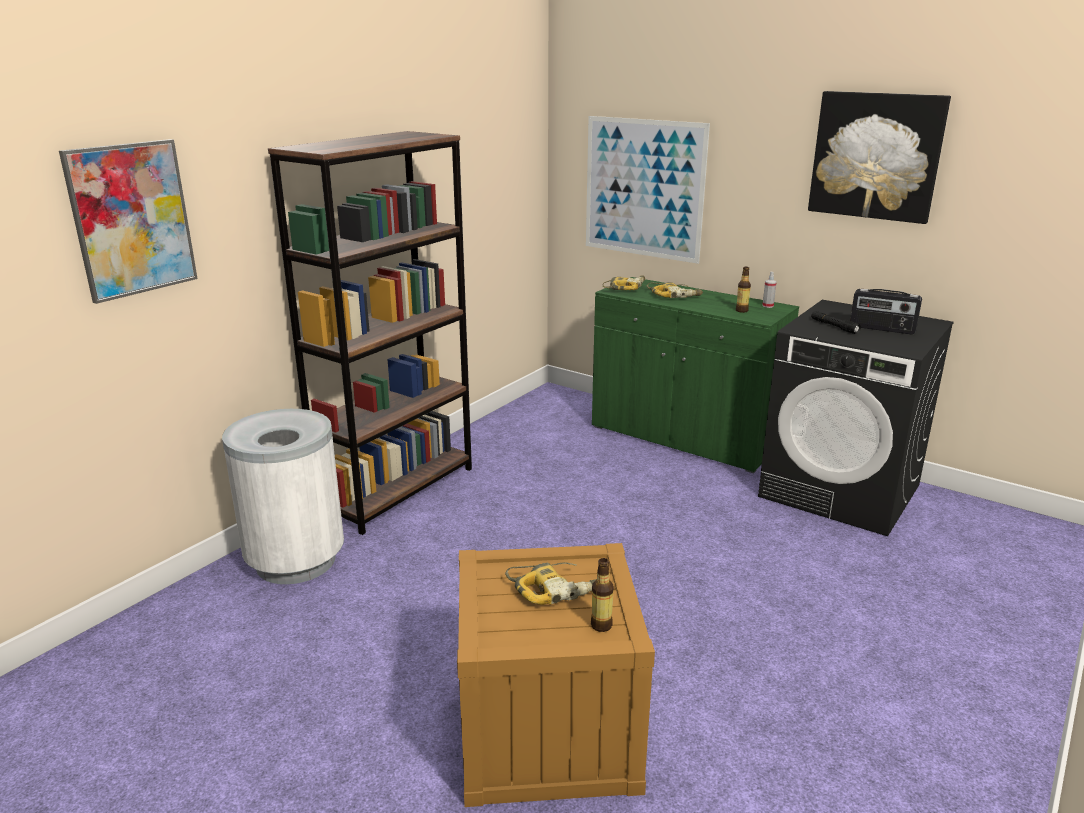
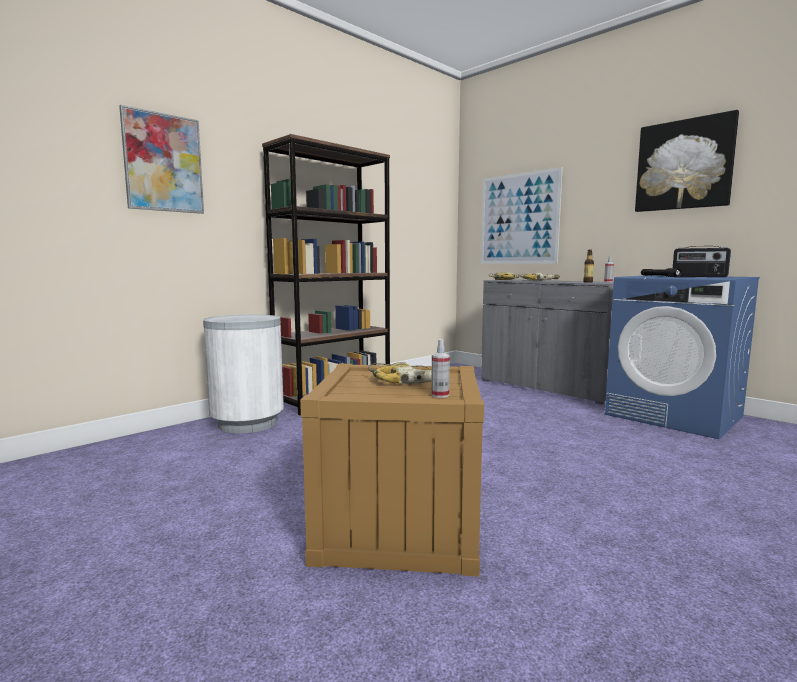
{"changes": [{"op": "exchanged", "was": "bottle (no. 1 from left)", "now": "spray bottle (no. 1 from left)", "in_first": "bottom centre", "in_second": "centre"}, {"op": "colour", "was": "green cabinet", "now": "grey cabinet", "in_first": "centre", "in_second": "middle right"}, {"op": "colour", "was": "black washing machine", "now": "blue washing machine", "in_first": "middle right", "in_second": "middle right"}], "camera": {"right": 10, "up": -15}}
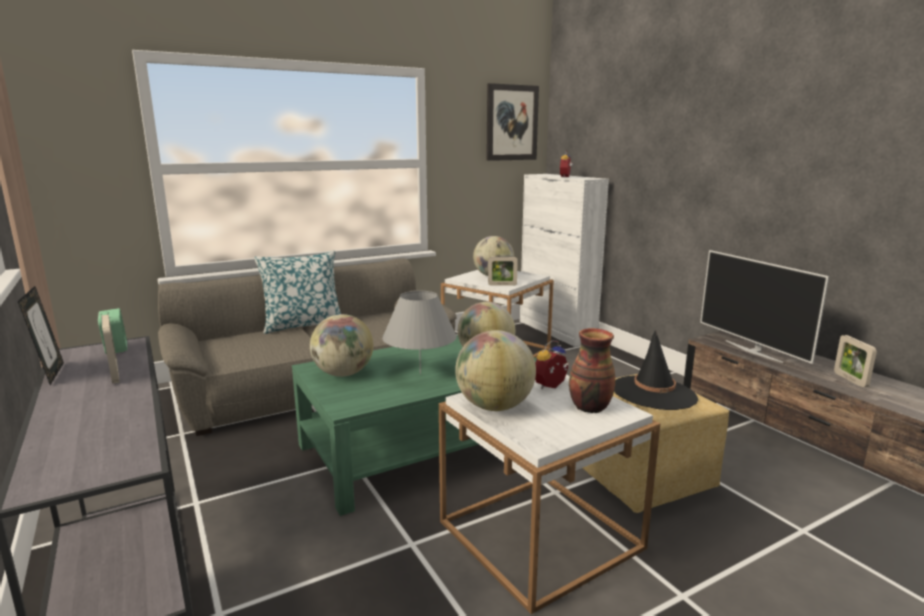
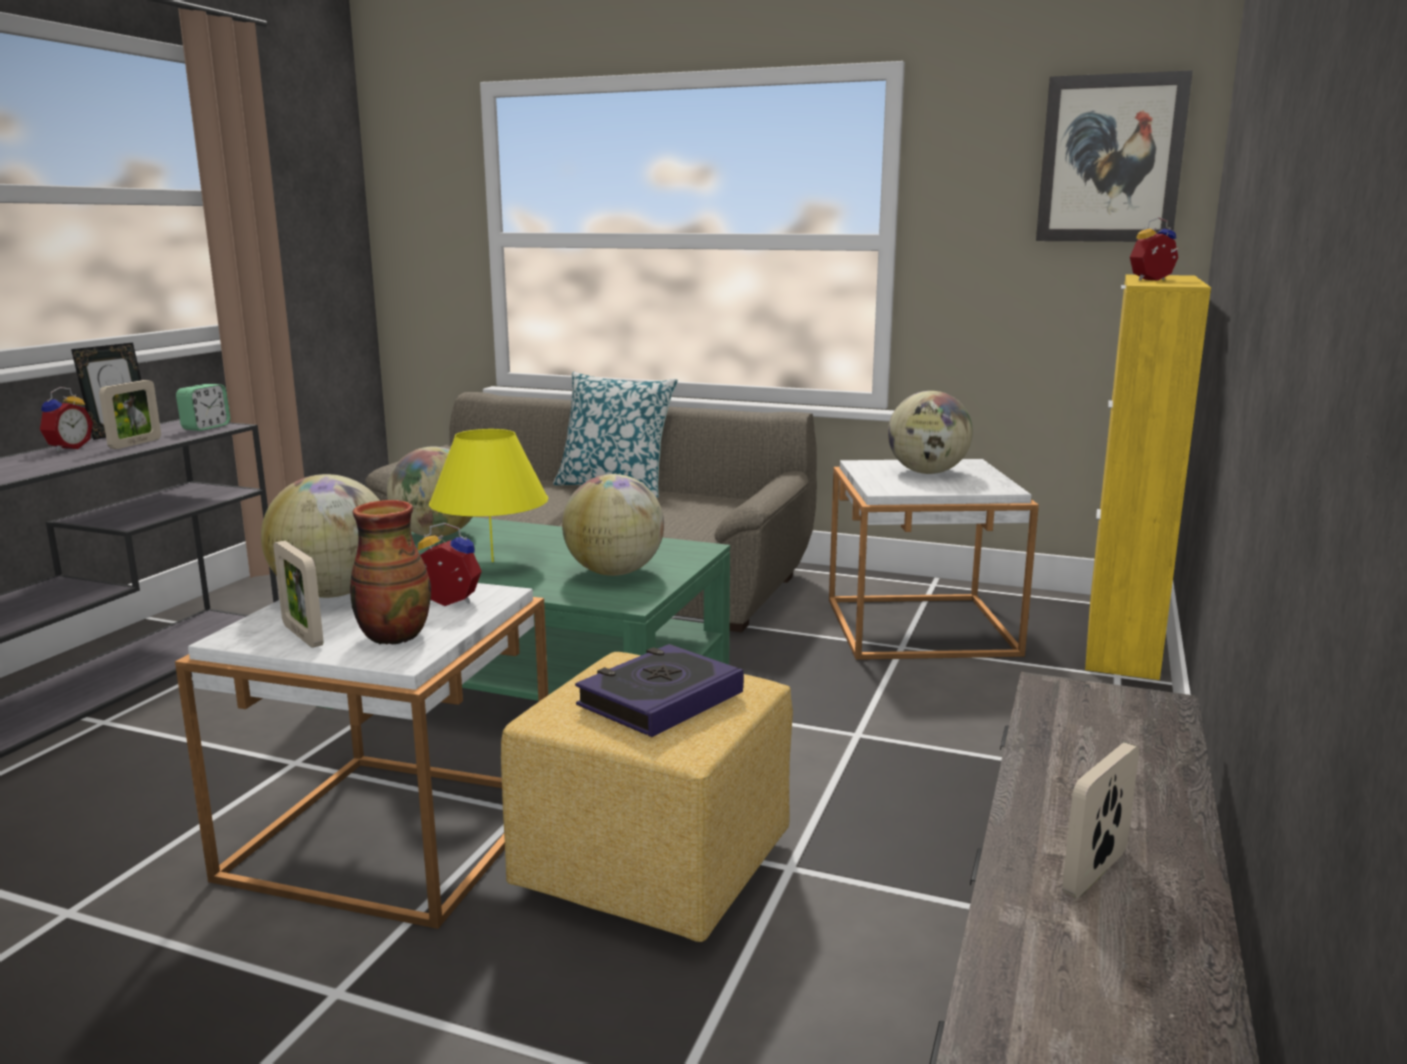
{"changes": [{"op": "colour", "was": "grey table lamp", "now": "yellow table lamp", "in_first": "centre", "in_second": "centre"}, {"op": "relocated", "was": "picture frame (no. 3 from left)", "in_first": "centre", "in_second": "middle left"}, {"op": "colour", "was": "white cabinet", "now": "yellow cabinet", "in_first": "centre", "in_second": "middle right"}, {"op": "exchanged", "was": "black hat", "now": "book", "in_first": "middle right", "in_second": "centre"}, {"op": "missing", "was": "television", "in_first": "middle right"}, {"op": "appeared", "now": "alarm clock (no. 1 from left)", "in_second": "middle left"}], "camera": {"right": 50, "up": 0}}
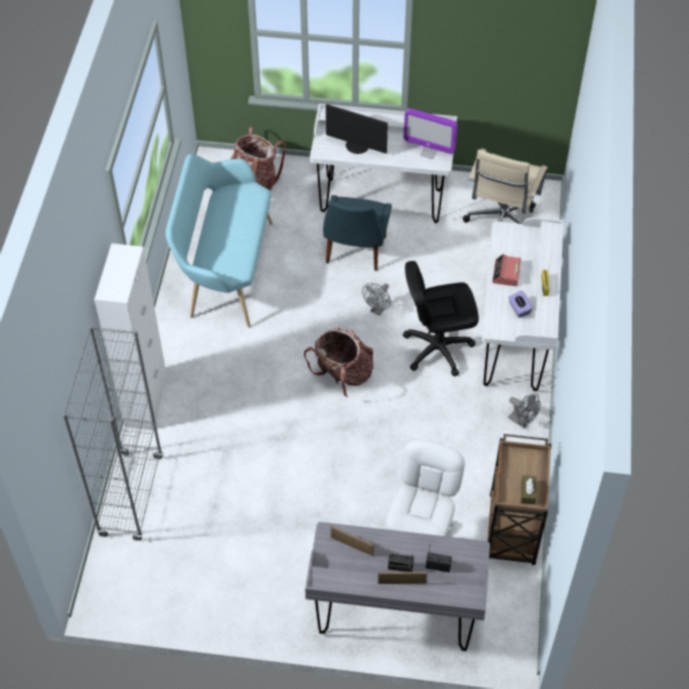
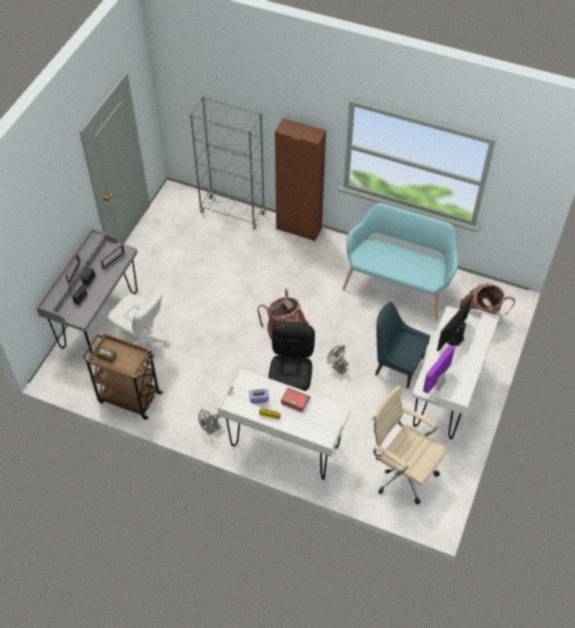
{"changes": [{"op": "colour", "was": "white cabinet", "now": "brown cabinet", "in_first": "middle left", "in_second": "top centre"}], "camera": {"right": 105, "up": 0}}
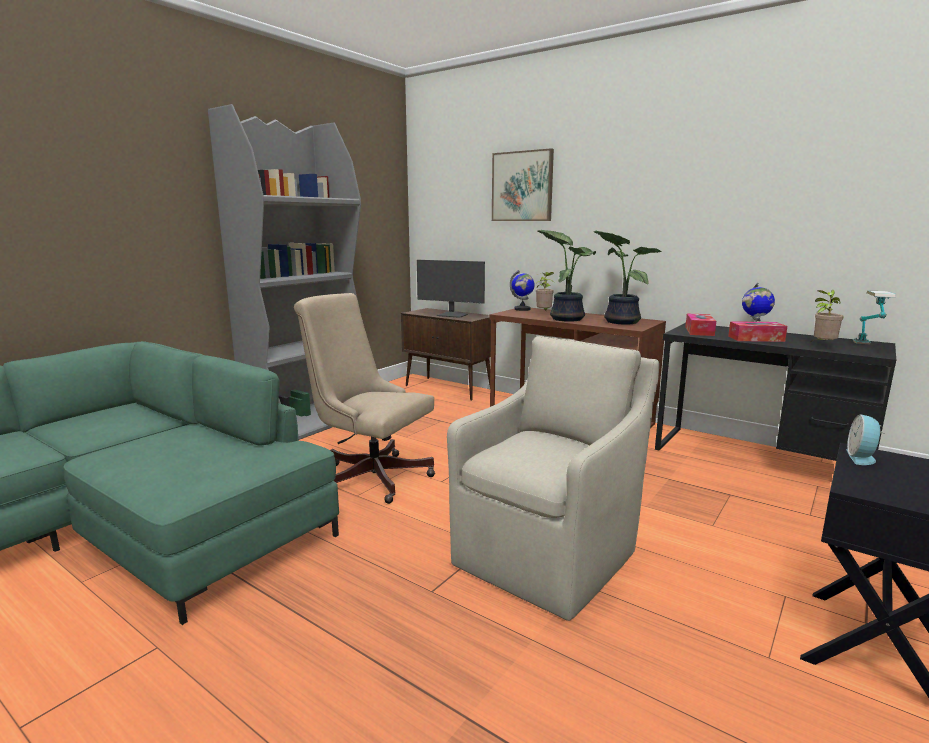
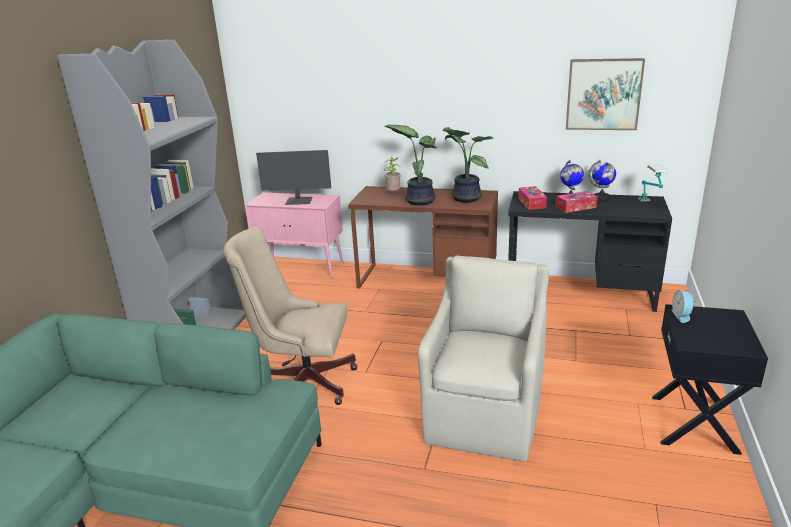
{"changes": [{"op": "colour", "was": "brown cabinet", "now": "pink cabinet", "in_first": "centre", "in_second": "centre"}, {"op": "relocated", "was": "picture", "in_first": "top centre", "in_second": "top right"}, {"op": "relocated", "was": "globe (no. 1 from left in the first image)", "now": "globe (no. 2 from left)", "in_first": "centre", "in_second": "middle right"}, {"op": "missing", "was": "potted plant (no. 4 from left)", "in_first": "middle right"}], "camera": {"right": -20, "up": 10}}
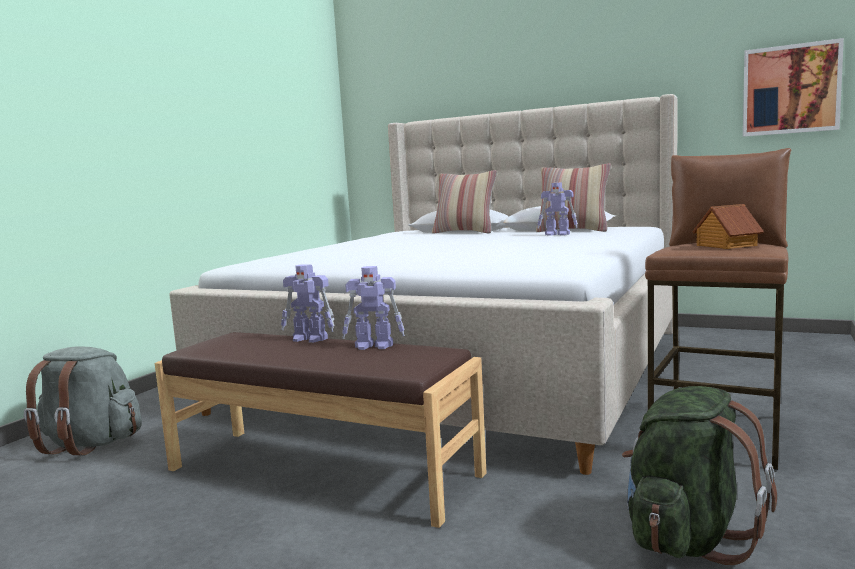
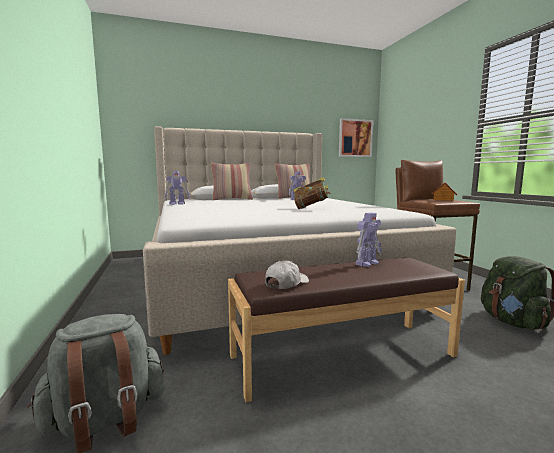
{"changes": [{"op": "relocated", "was": "toy robot (no. 1 from left)", "in_first": "centre", "in_second": "middle left"}, {"op": "appeared", "now": "white cap", "in_second": "centre"}, {"op": "appeared", "now": "book", "in_second": "centre"}], "camera": {"right": -45, "up": 0}}
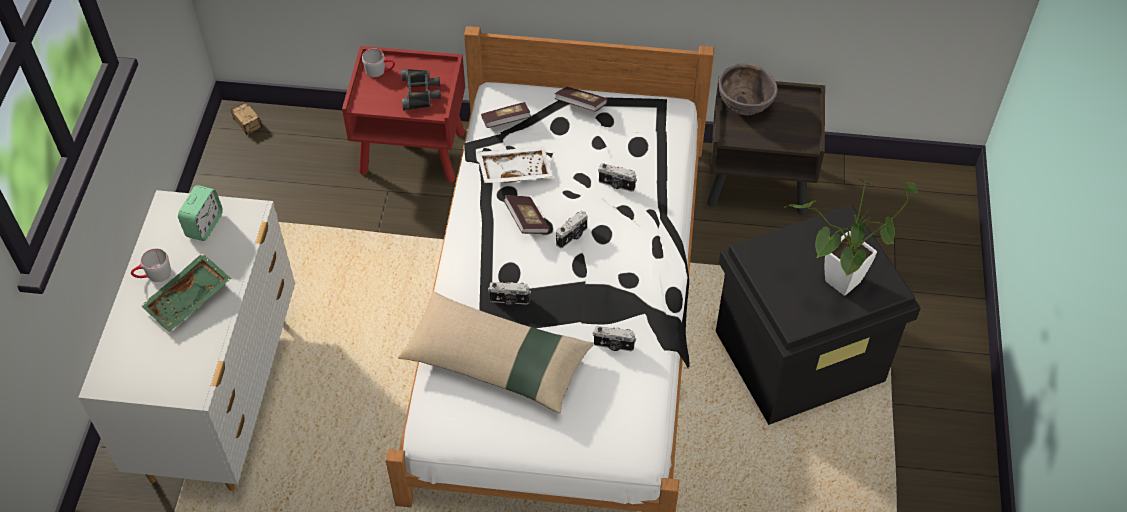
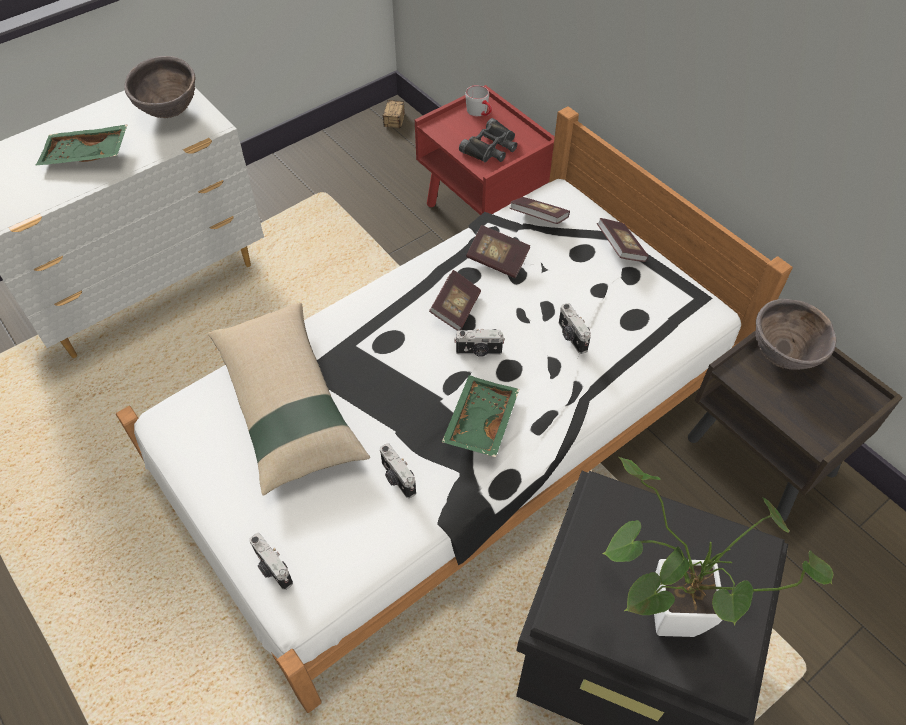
{"changes": [{"op": "missing", "was": "grey mug (no. 1 from left)", "in_first": "middle left"}, {"op": "exchanged", "was": "alarm clock", "now": "brown bowl (no. 1 from left)", "in_first": "middle left", "in_second": "top left"}, {"op": "exchanged", "was": "white tray", "now": "book (no. 2 from left)", "in_first": "top centre", "in_second": "centre"}, {"op": "relocated", "was": "photo camera (no. 1 from left)", "in_first": "centre", "in_second": "bottom left"}, {"op": "appeared", "now": "green tray (no. 2 from left)", "in_second": "centre"}], "camera": {"right": 45, "up": 0}}
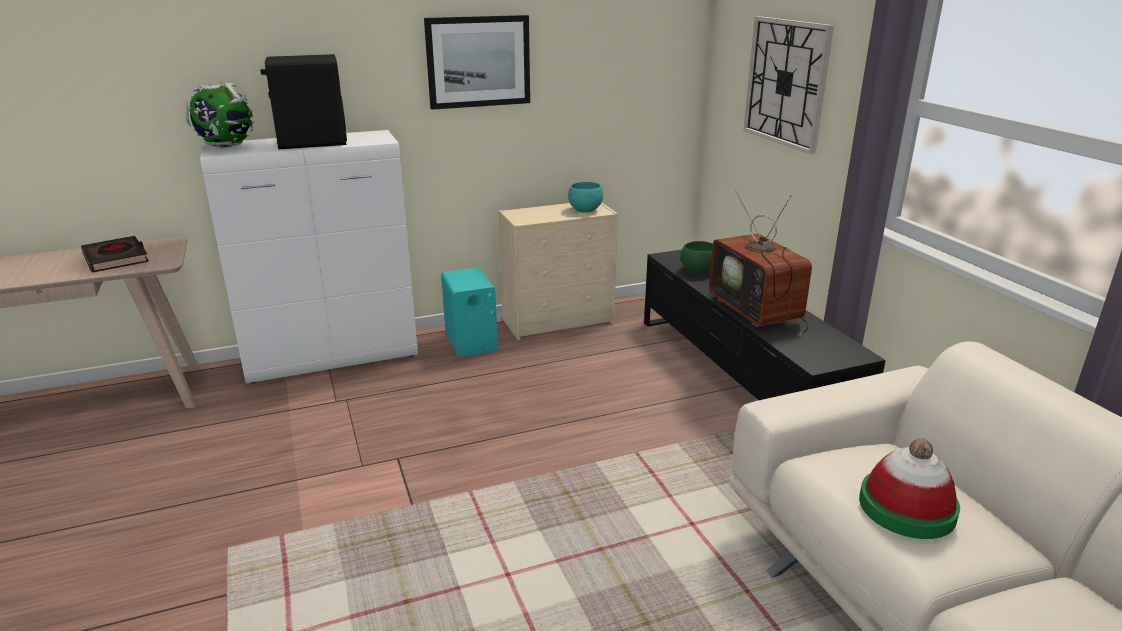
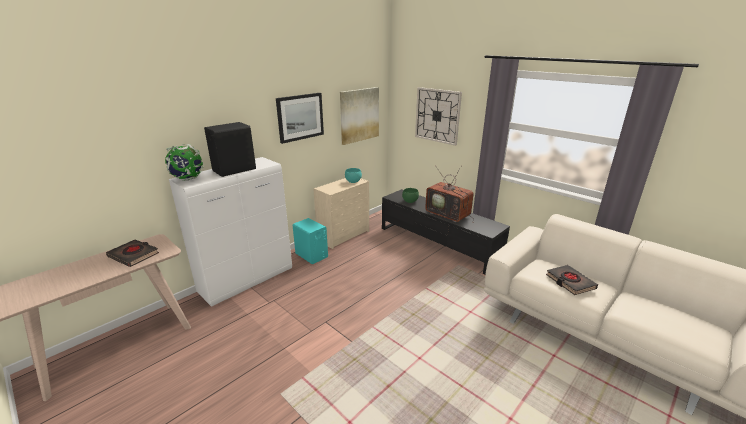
{"changes": [{"op": "exchanged", "was": "hat", "now": "black book (no. 2 from left)", "in_first": "bottom right", "in_second": "middle right"}, {"op": "appeared", "now": "picture (no. 2 from left)", "in_second": "top centre"}], "camera": {"right": -25, "up": 0}}
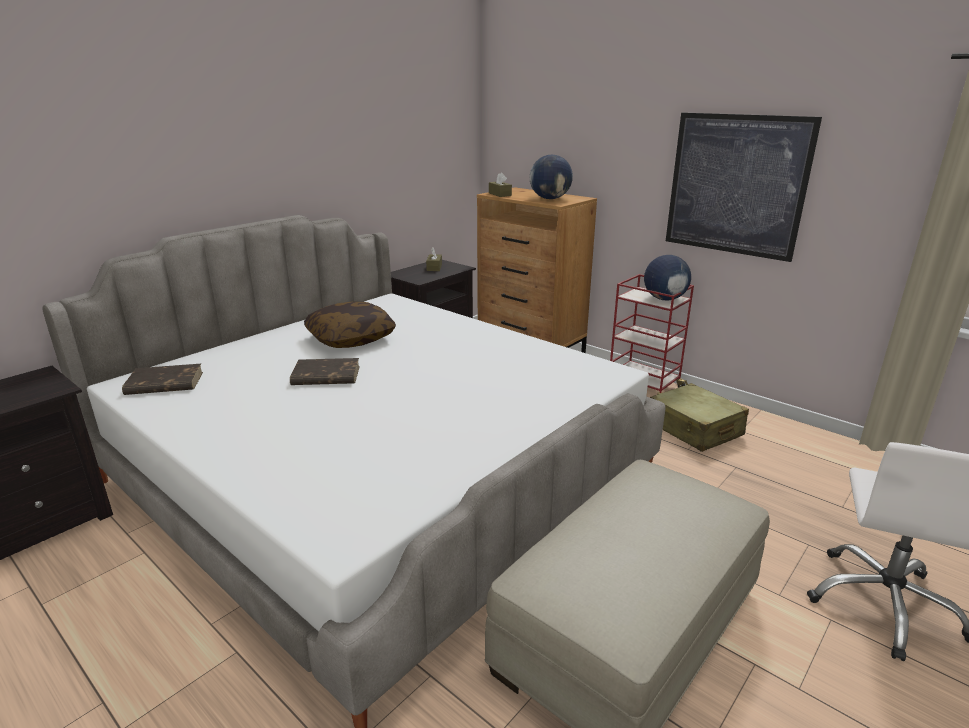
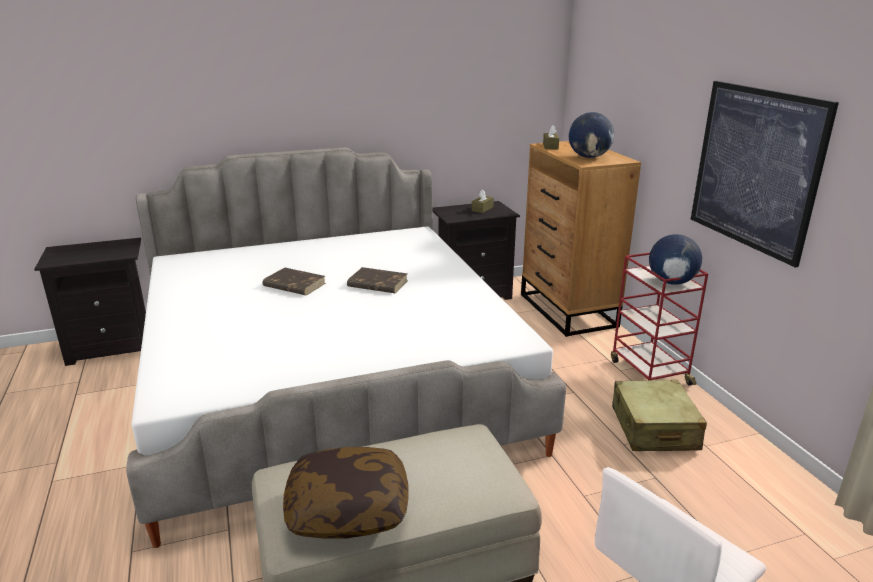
{"changes": [{"op": "relocated", "was": "brown book (no. 1 from left in the first image)", "now": "brown book (no. 2 from left)", "in_first": "middle left", "in_second": "centre"}, {"op": "relocated", "was": "pillow", "in_first": "centre", "in_second": "bottom centre"}], "camera": {"right": 30, "up": 0}}
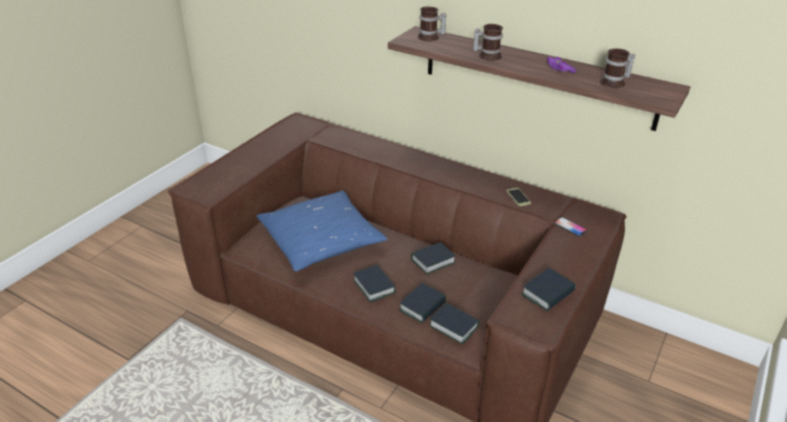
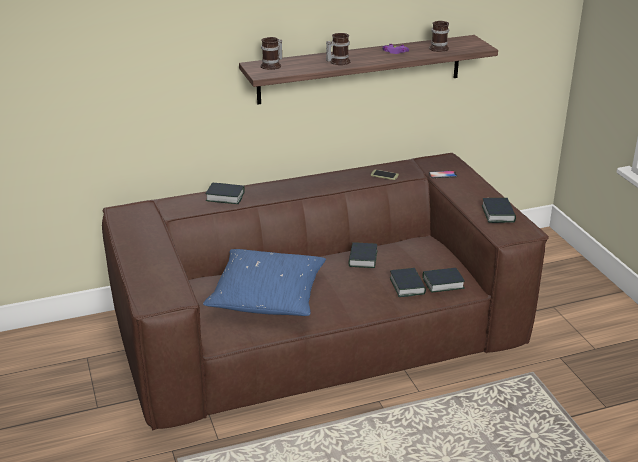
{"changes": [{"op": "relocated", "was": "book (no. 1 from left)", "in_first": "bottom centre", "in_second": "centre"}], "camera": {"right": -50, "up": -5}}
